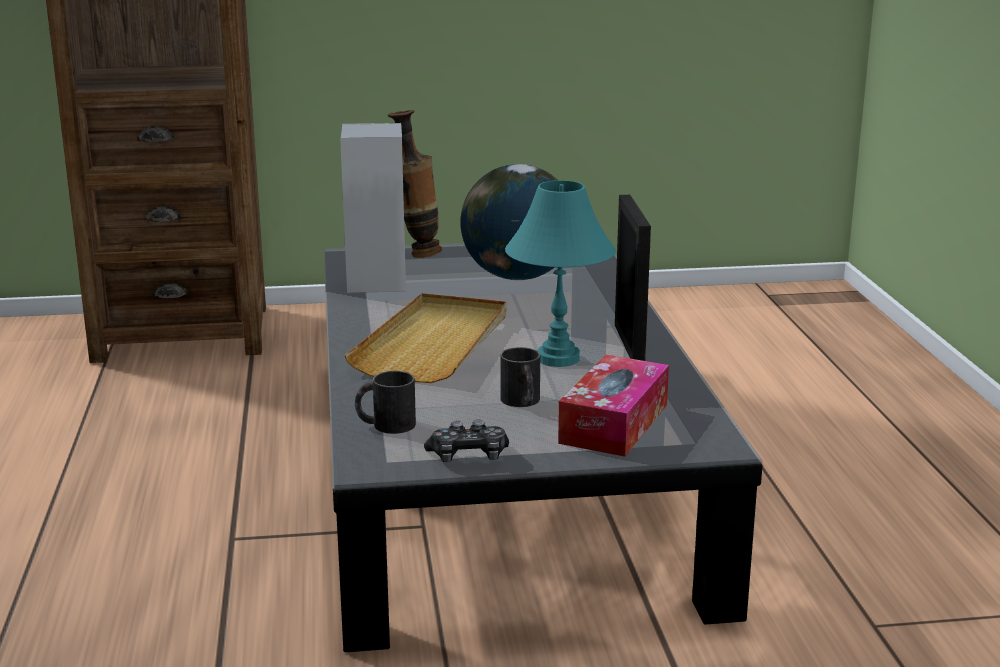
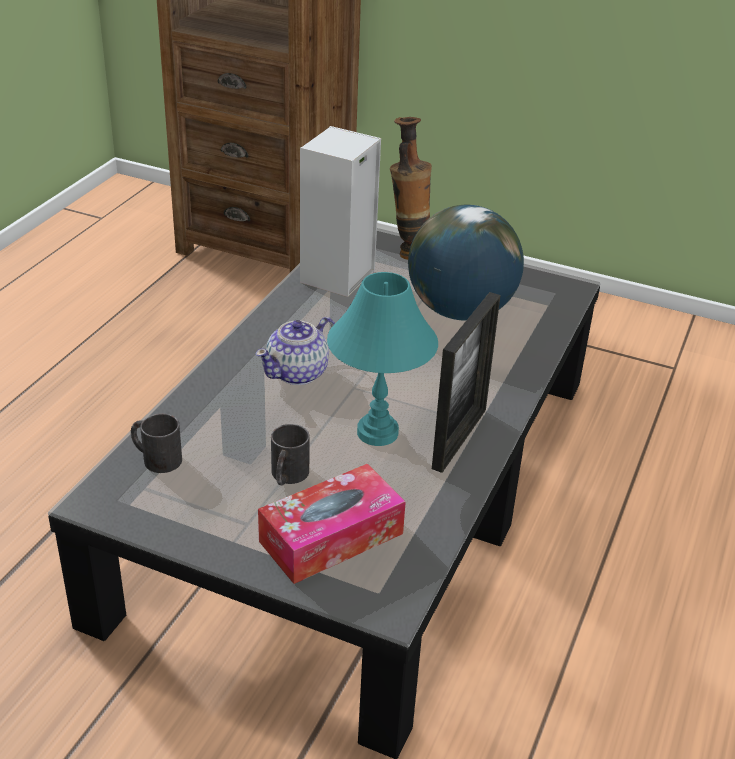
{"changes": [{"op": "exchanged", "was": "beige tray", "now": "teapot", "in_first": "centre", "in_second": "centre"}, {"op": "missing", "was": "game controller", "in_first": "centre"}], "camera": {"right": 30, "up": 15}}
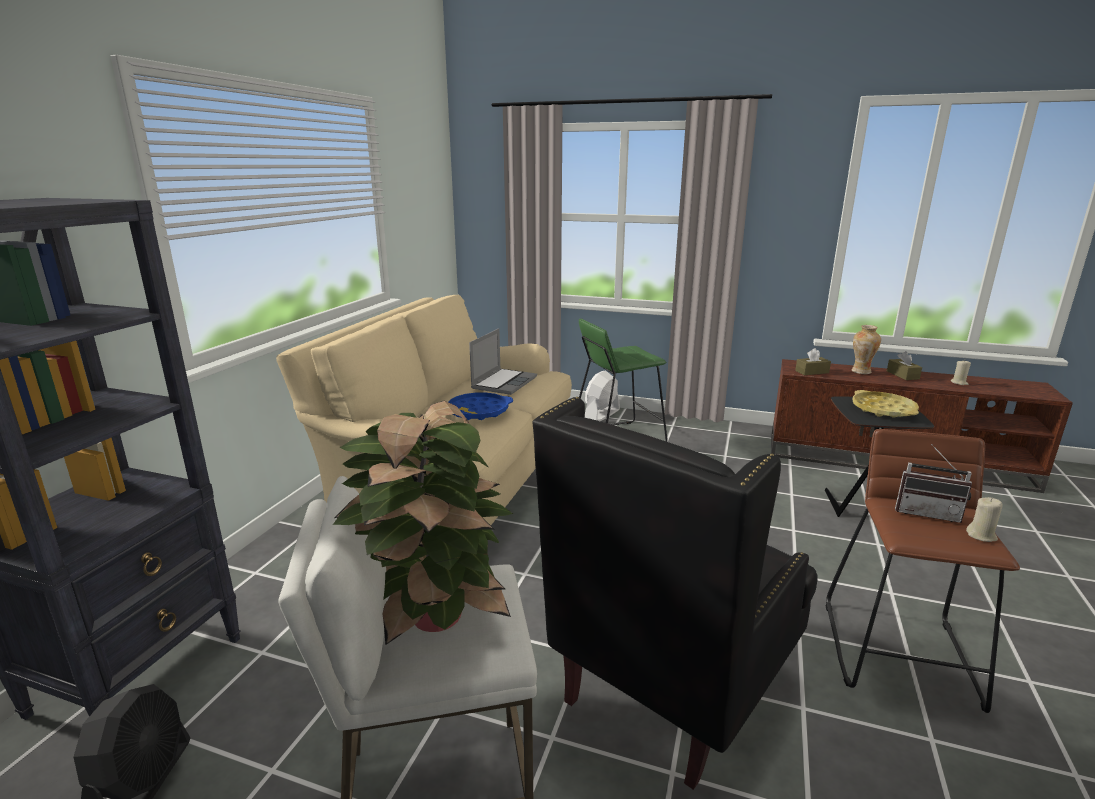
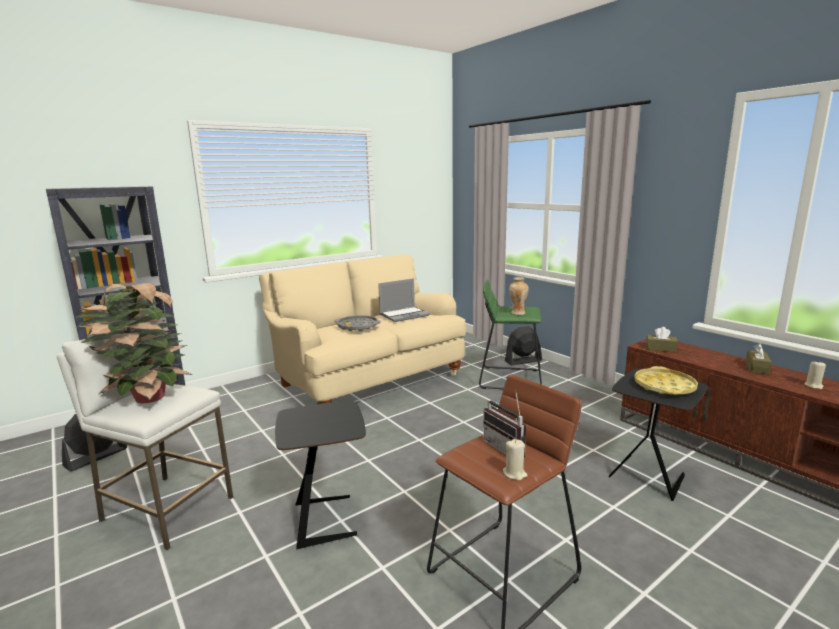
{"changes": [{"op": "colour", "was": "blue tray", "now": "grey tray", "in_first": "centre", "in_second": "centre"}, {"op": "exchanged", "was": "black armchair", "now": "black side table (no. 1 from left)", "in_first": "bottom centre", "in_second": "bottom centre"}, {"op": "colour", "was": "white fan", "now": "black fan (no. 2 from left)", "in_first": "centre", "in_second": "centre"}, {"op": "relocated", "was": "vase", "in_first": "middle right", "in_second": "centre"}], "camera": {"right": 35, "up": -5}}
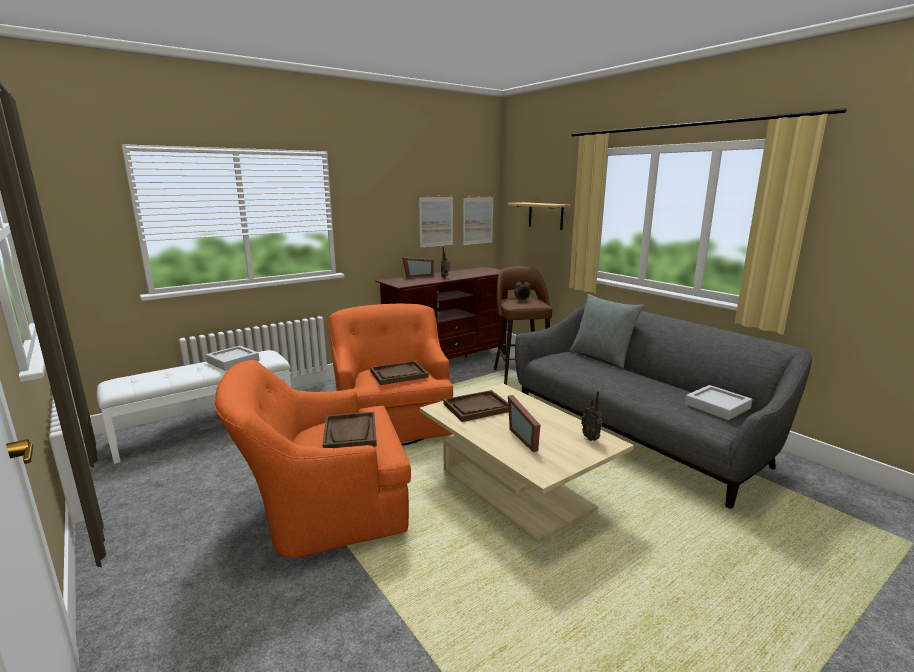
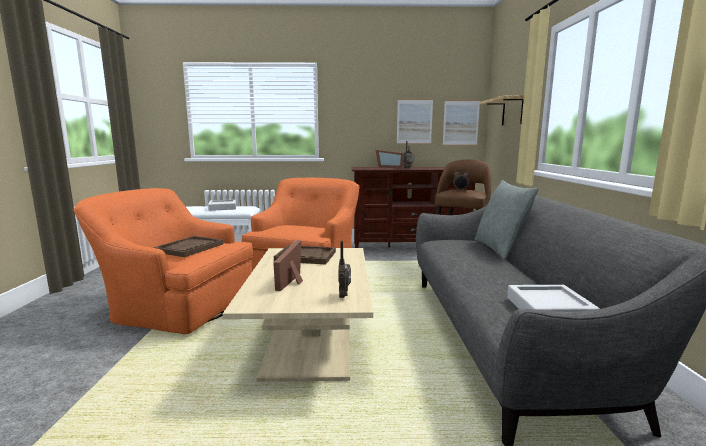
{"changes": [{"op": "missing", "was": "brown tray (no. 2 from left)", "in_first": "centre"}], "camera": {"right": 35, "up": -5}}
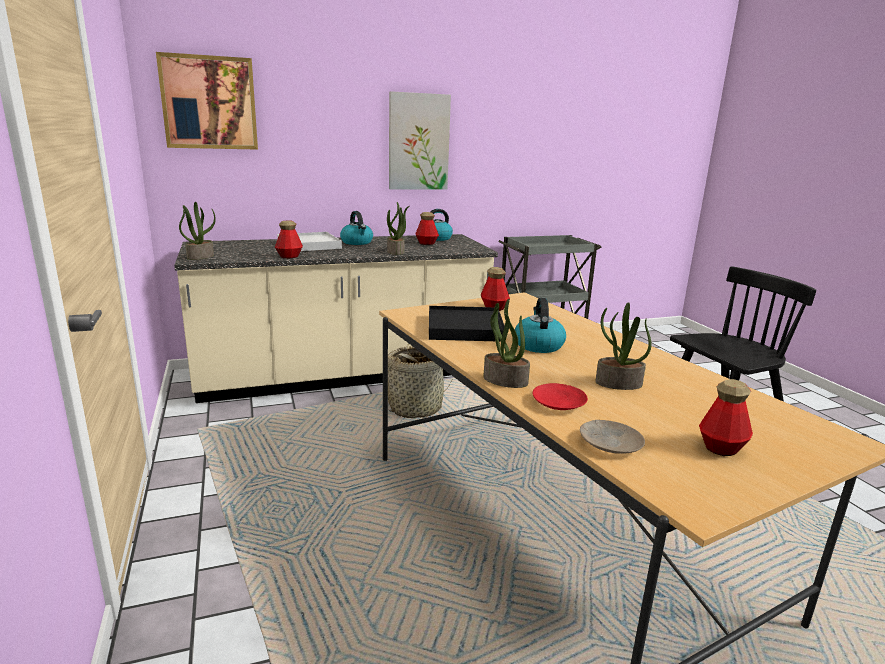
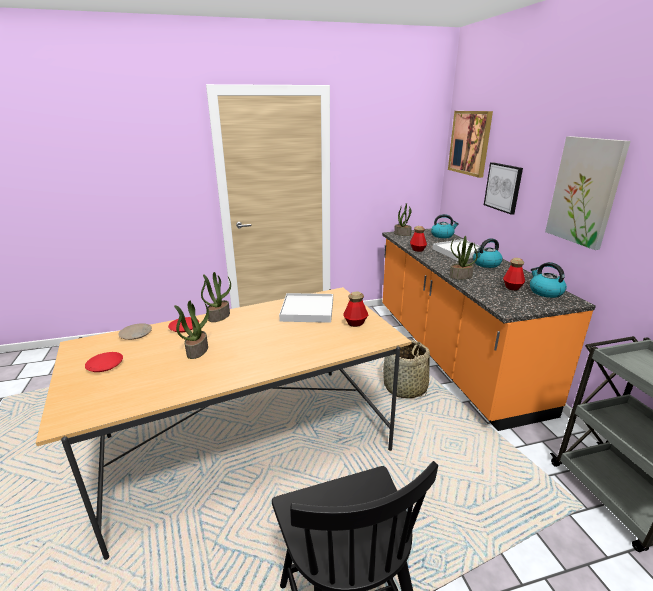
{"changes": [{"op": "colour", "was": "beige counter", "now": "orange counter", "in_first": "centre", "in_second": "middle right"}, {"op": "colour", "was": "black tray", "now": "white tray (no. 1 from left)", "in_first": "centre", "in_second": "centre"}, {"op": "relocated", "was": "kettle (no. 3 from left in the first image)", "now": "kettle (no. 1 from left)", "in_first": "centre", "in_second": "middle right"}, {"op": "exchanged", "was": "bottle (no. 4 from left)", "now": "red plate (no. 1 from left)", "in_first": "middle right", "in_second": "middle left"}, {"op": "appeared", "now": "picture (no. 2 from left)", "in_second": "top right"}], "camera": {"right": 95, "up": 5}}
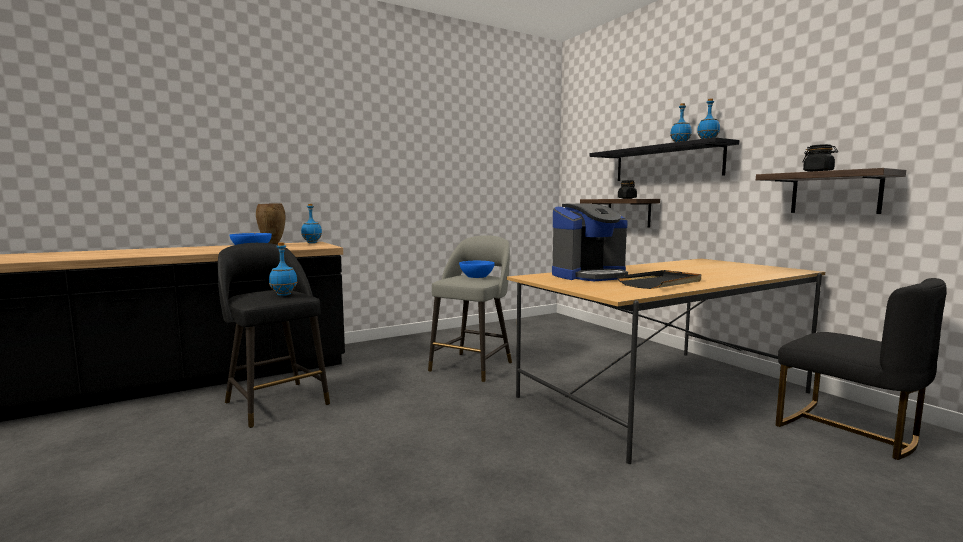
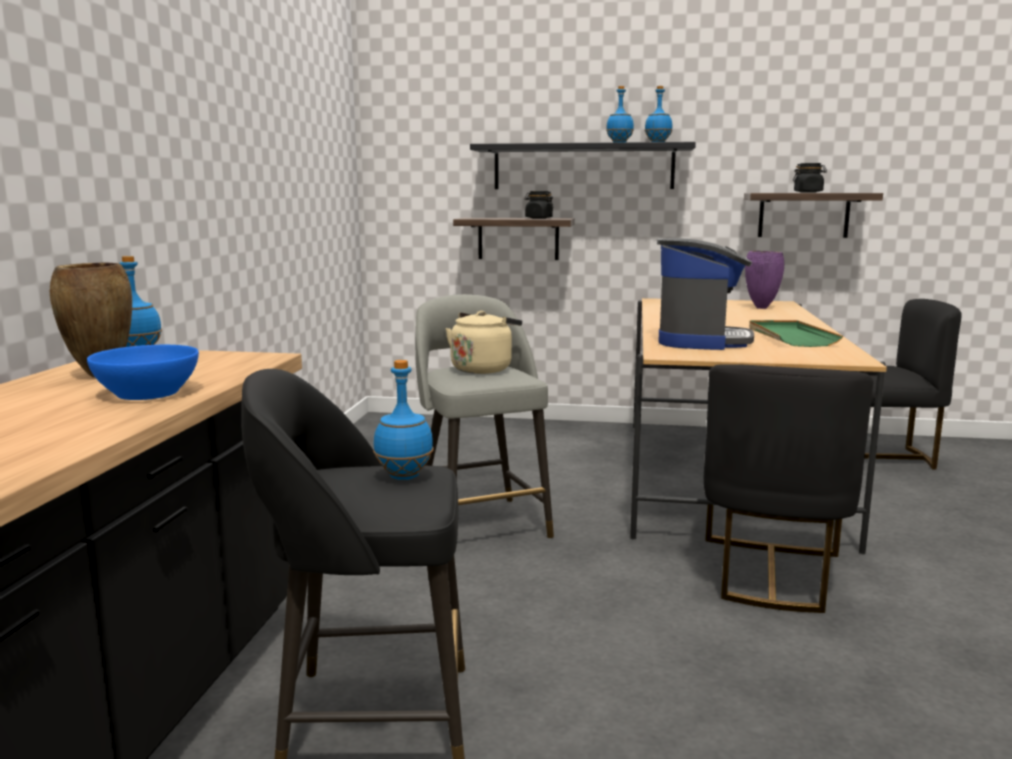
{"changes": [{"op": "exchanged", "was": "blue bowl (no. 2 from left)", "now": "beige kettle", "in_first": "centre", "in_second": "centre"}, {"op": "colour", "was": "black tray", "now": "green tray", "in_first": "middle right", "in_second": "middle right"}, {"op": "appeared", "now": "black chair (no. 1 from left)", "in_second": "middle right"}, {"op": "appeared", "now": "purple vase", "in_second": "middle right"}], "camera": {"right": -50, "up": 5}}
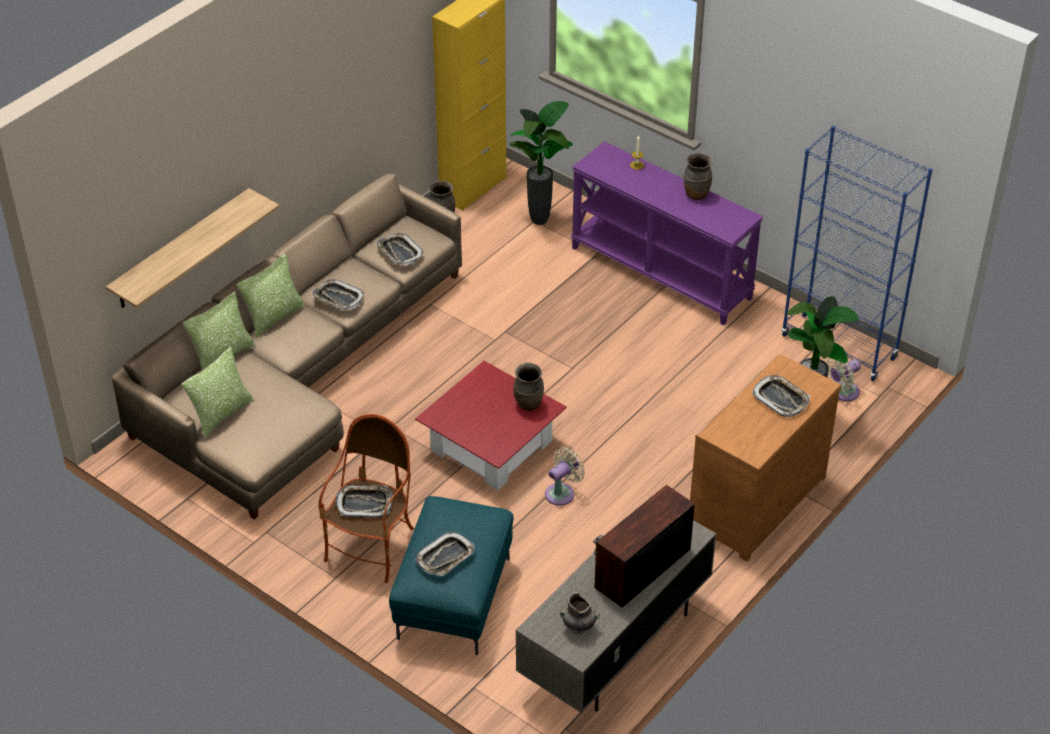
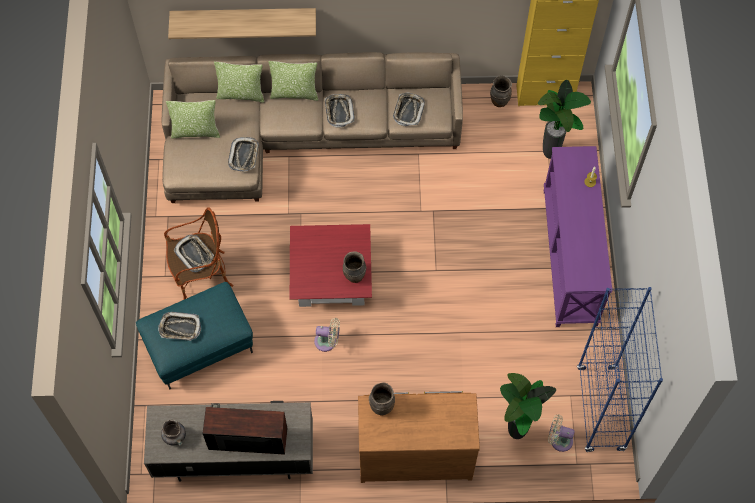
{"changes": [{"op": "relocated", "was": "brown vase (no. 3 from left in the first image)", "now": "brown vase (no. 2 from left)", "in_first": "top centre", "in_second": "bottom centre"}, {"op": "relocated", "was": "tray (no. 5 from left in the first image)", "now": "tray (no. 3 from left)", "in_first": "middle right", "in_second": "top left"}], "camera": {"right": 50, "up": 20}}
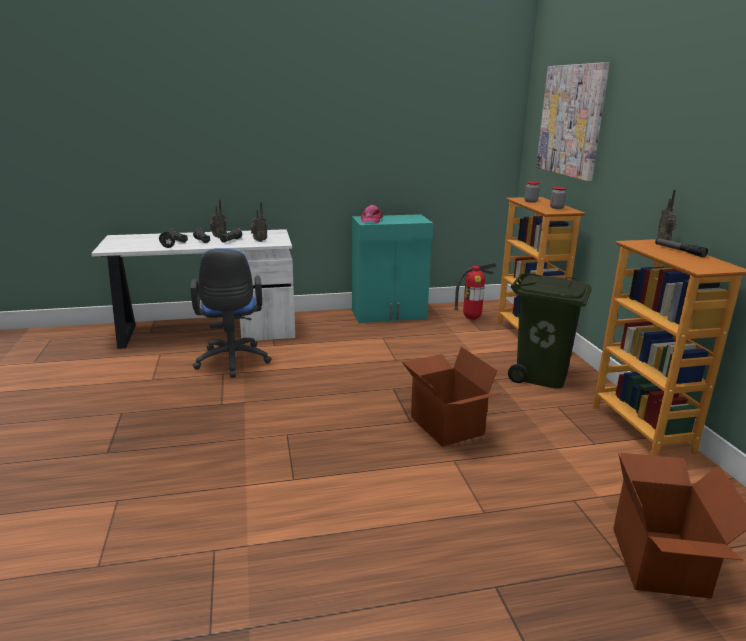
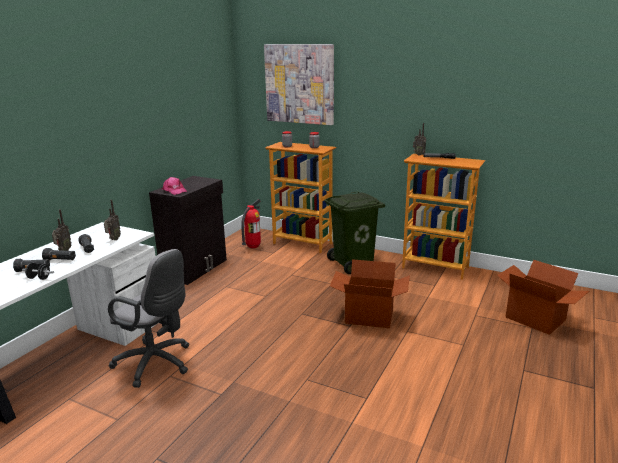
{"changes": [{"op": "colour", "was": "blue office chair", "now": "grey office chair", "in_first": "middle left", "in_second": "bottom left"}, {"op": "colour", "was": "turquoise cabinet", "now": "black cabinet", "in_first": "centre", "in_second": "middle left"}], "camera": {"right": -50, "up": 0}}
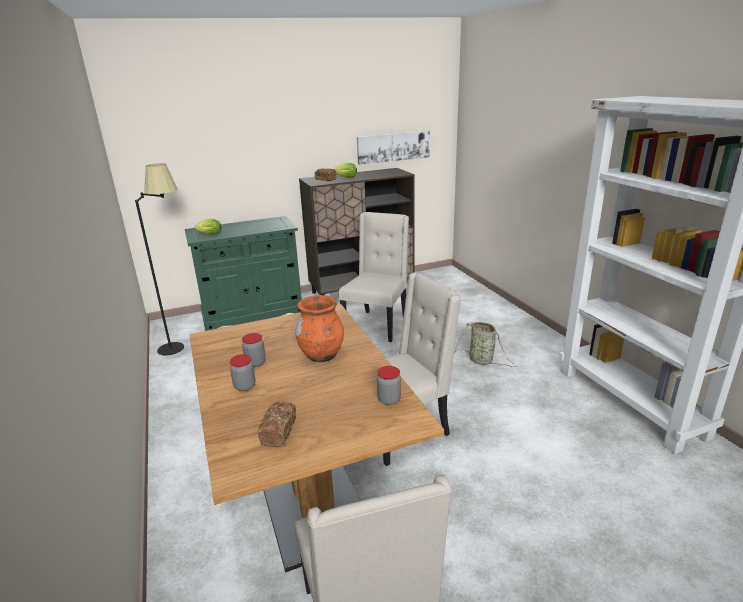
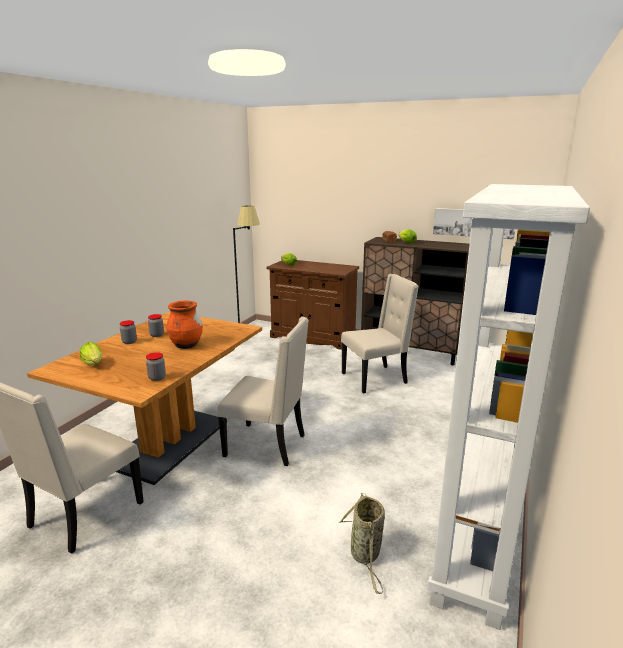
{"changes": [{"op": "colour", "was": "green cabinet", "now": "brown cabinet (no. 1 from left)", "in_first": "middle left", "in_second": "centre"}, {"op": "exchanged", "was": "bread (no. 1 from left)", "now": "lettuce (no. 1 from left)", "in_first": "bottom centre", "in_second": "middle left"}, {"op": "relocated", "was": "basket", "in_first": "centre", "in_second": "bottom centre"}], "camera": {"right": 45, "up": -5}}
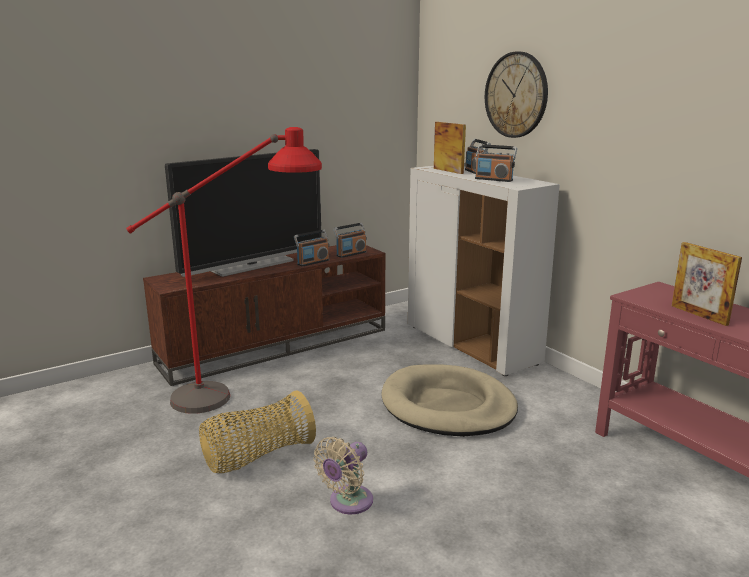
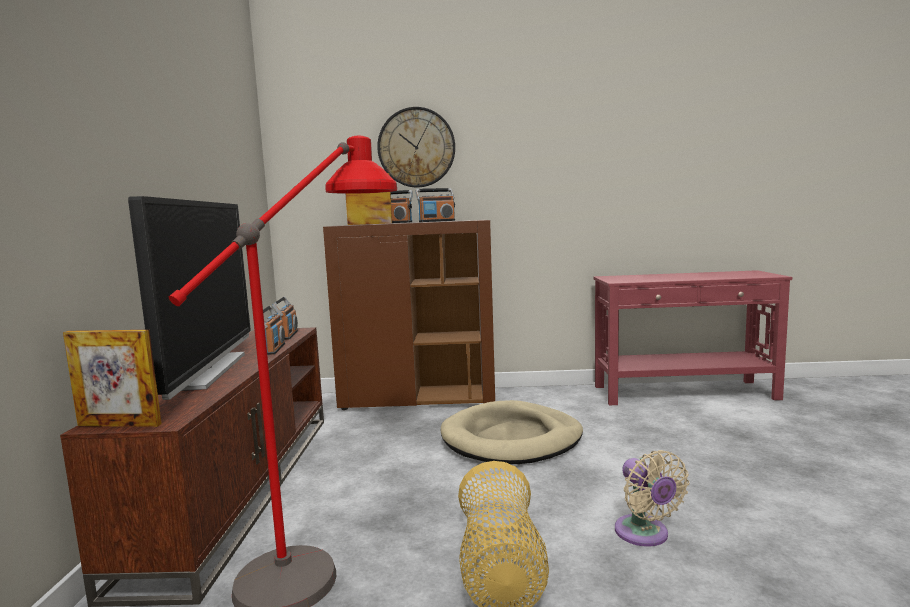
{"changes": [{"op": "colour", "was": "white cabinet", "now": "brown cabinet", "in_first": "centre", "in_second": "centre"}, {"op": "relocated", "was": "picture frame (no. 2 from left in the first image)", "now": "picture frame (no. 1 from left)", "in_first": "middle right", "in_second": "middle left"}], "camera": {"right": -55, "up": -10}}
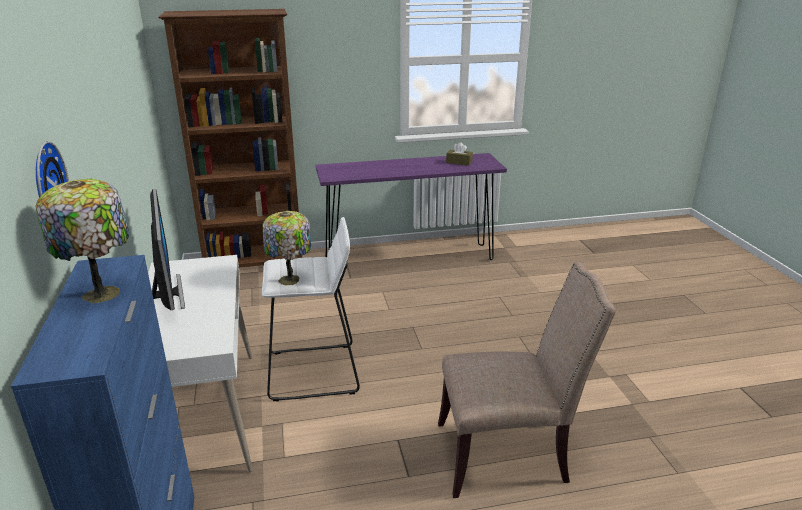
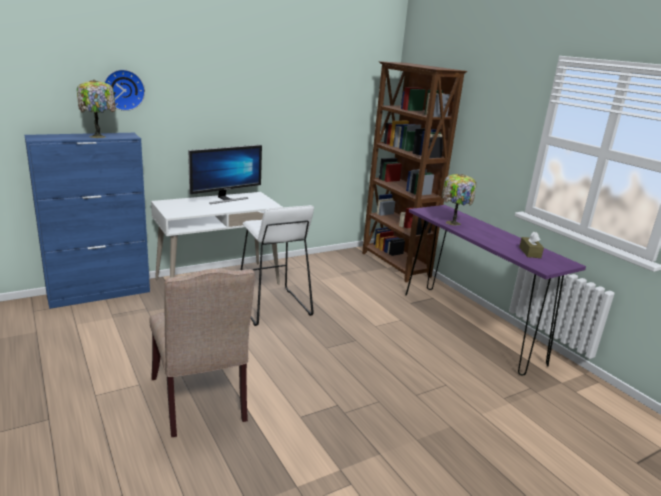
{"changes": [{"op": "relocated", "was": "table lamp (no. 2 from left)", "in_first": "centre", "in_second": "middle right"}], "camera": {"right": 70, "up": -5}}
